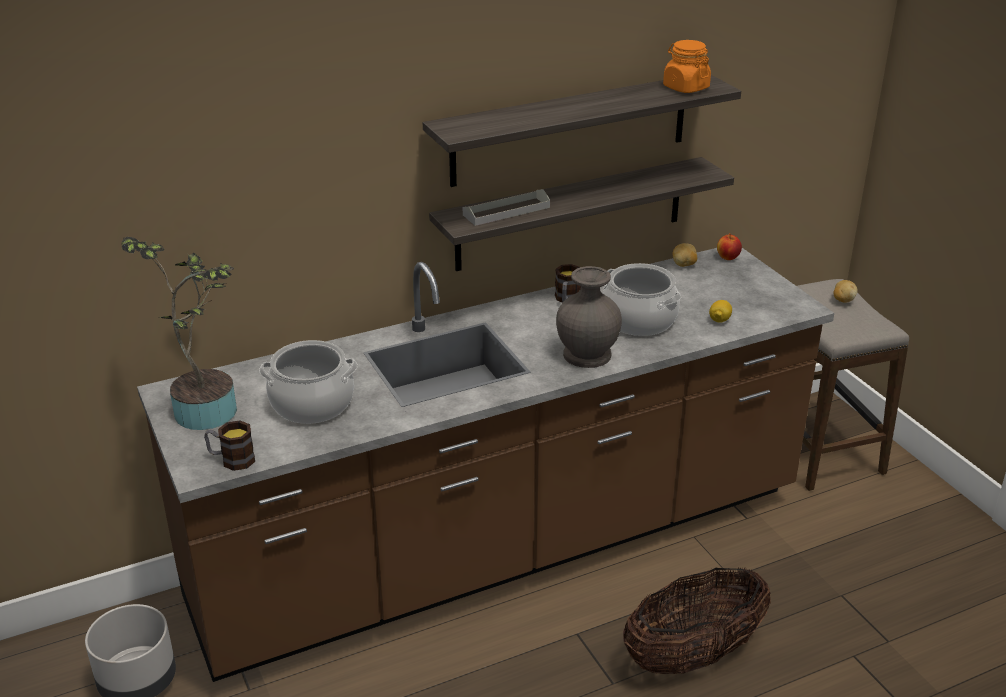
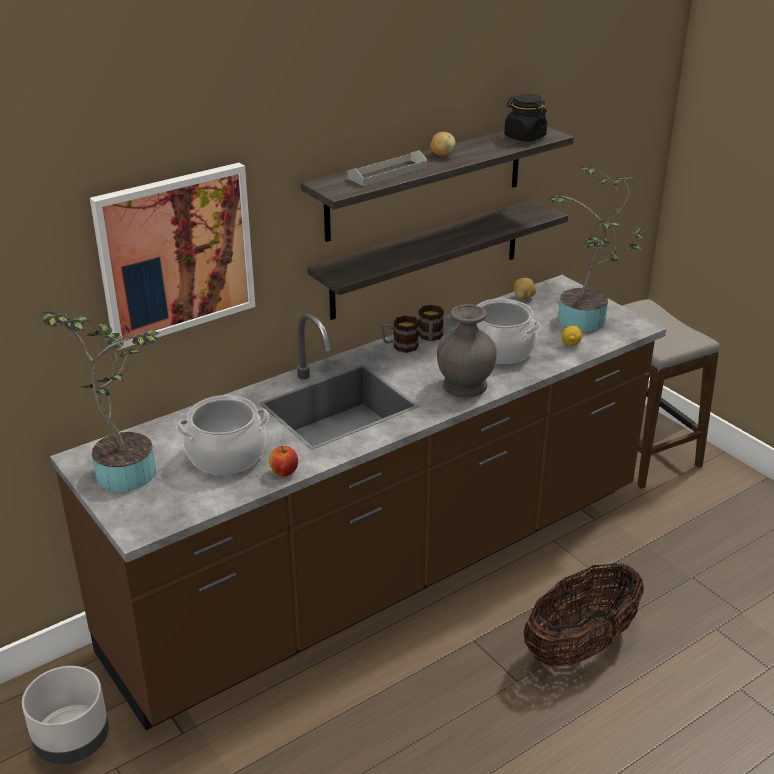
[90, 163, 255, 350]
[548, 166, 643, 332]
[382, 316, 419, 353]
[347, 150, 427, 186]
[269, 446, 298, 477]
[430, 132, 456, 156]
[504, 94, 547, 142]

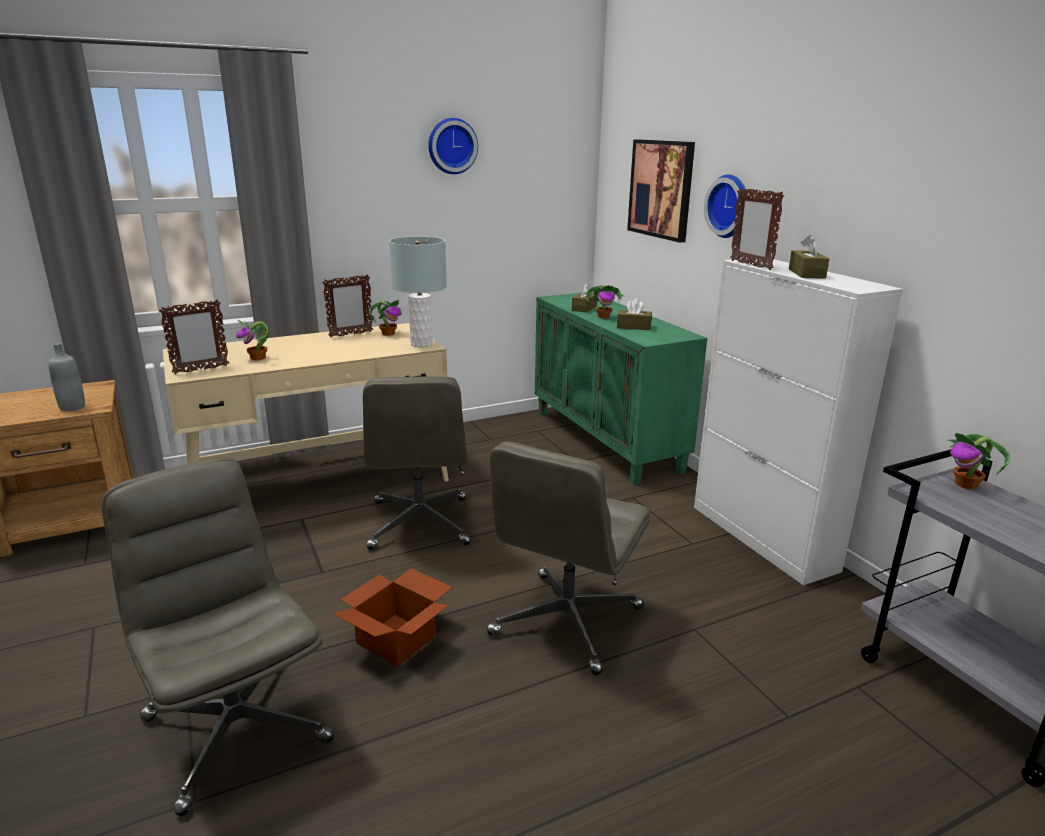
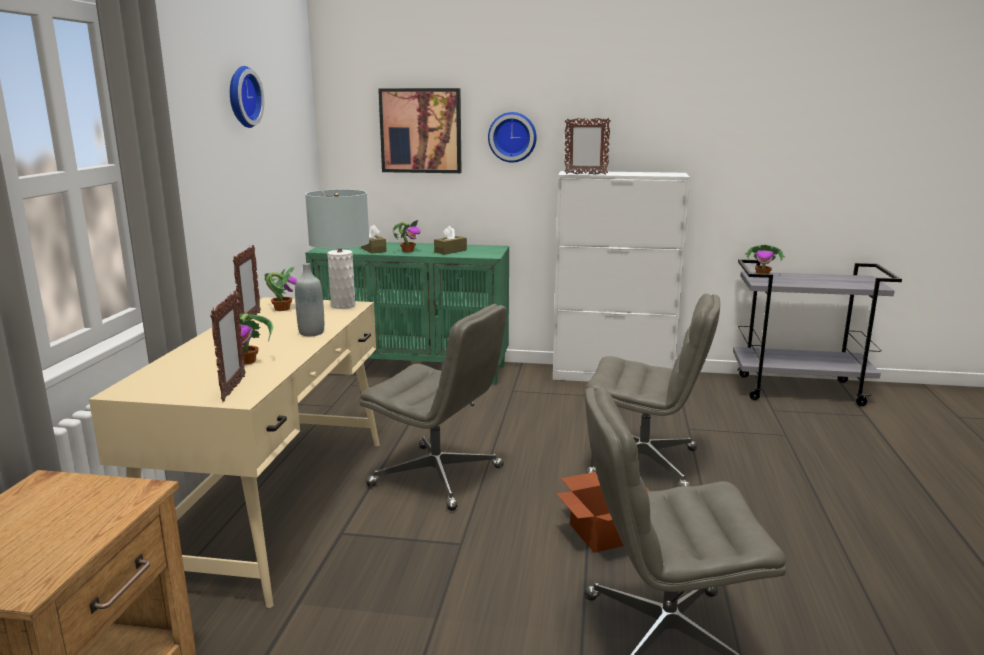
[789, 235, 829, 279] (first image)
[295, 263, 324, 336]
[586, 293, 720, 487]

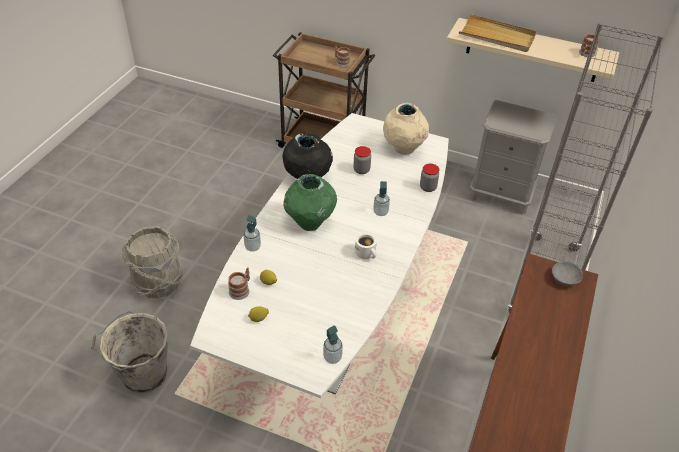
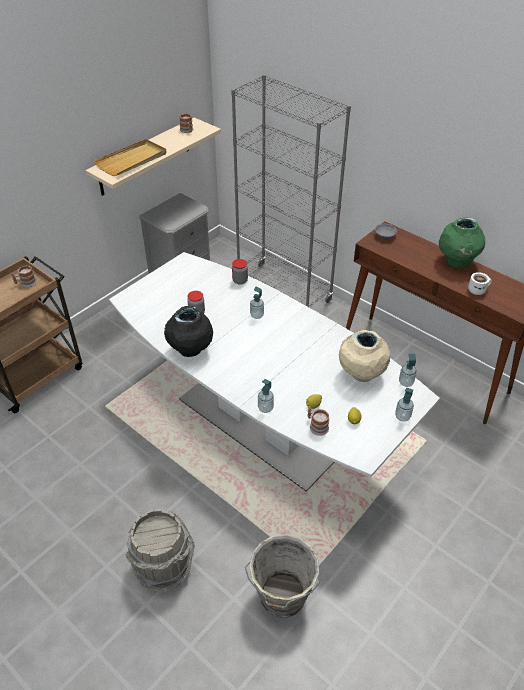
[395, 388, 414, 422]
[439, 217, 485, 268]
[468, 272, 492, 295]
[339, 330, 390, 382]

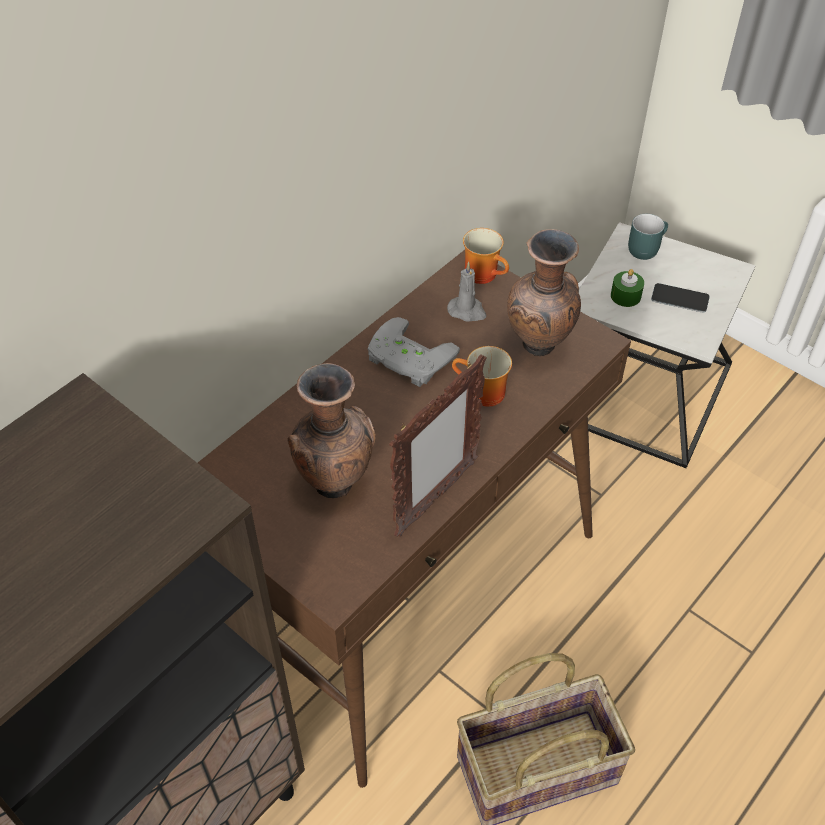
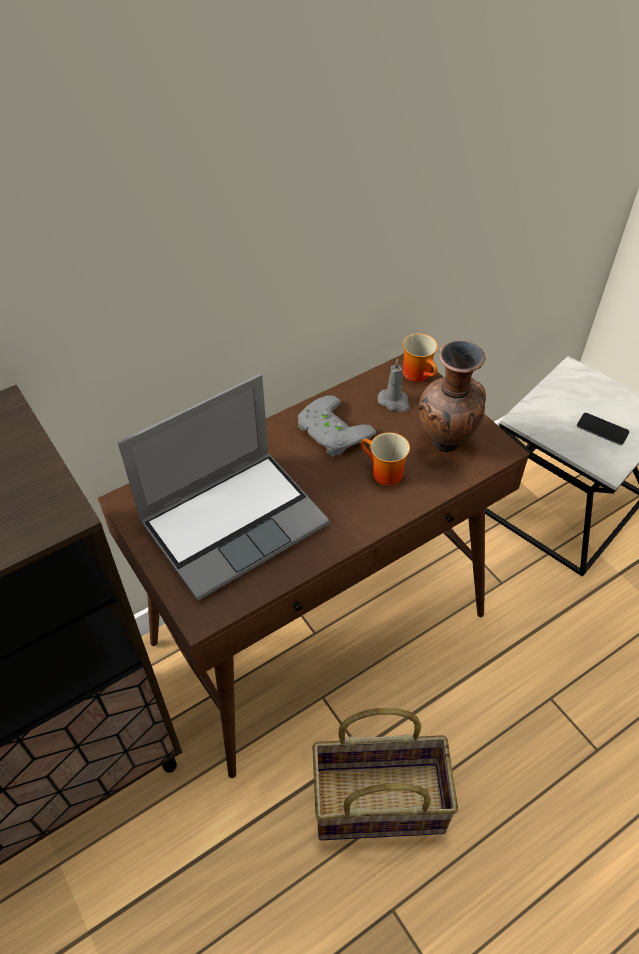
[389, 354, 487, 537] (first image)
[611, 269, 644, 307] (first image)
[628, 214, 668, 260] (first image)
[118, 374, 329, 601]

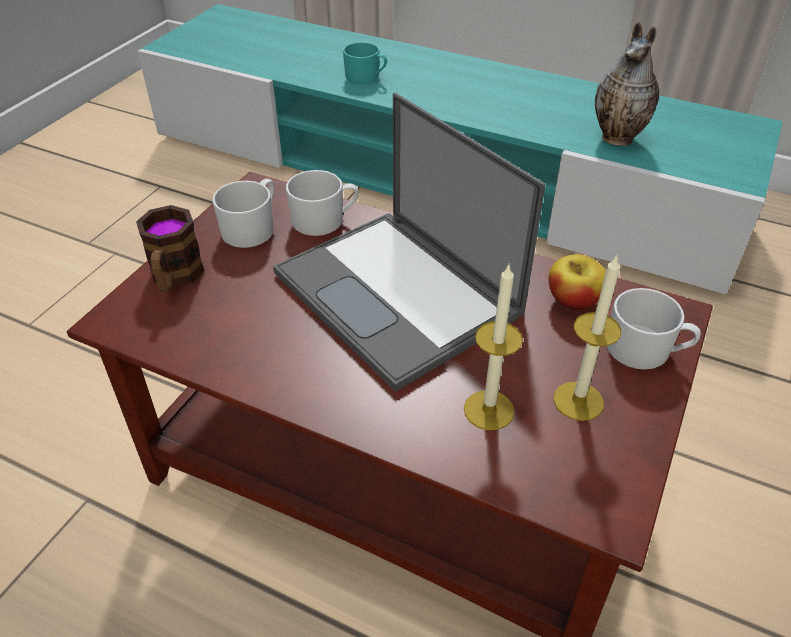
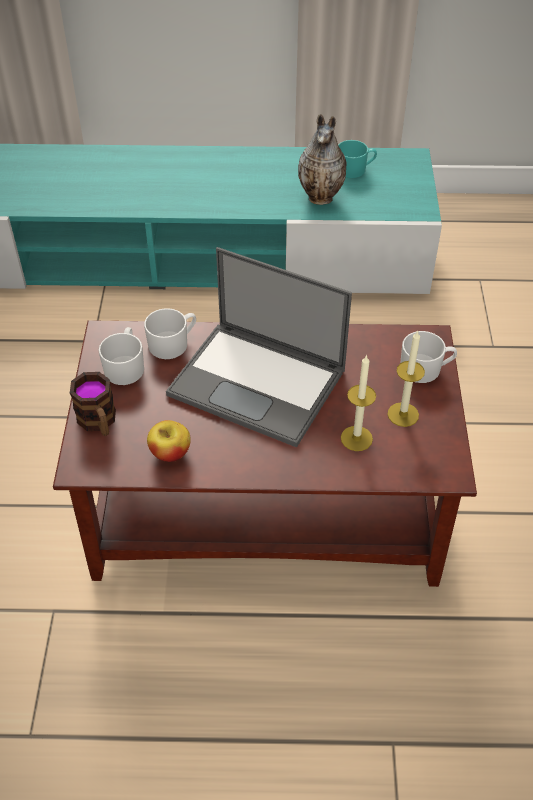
[338, 140, 377, 178]
[147, 420, 191, 462]

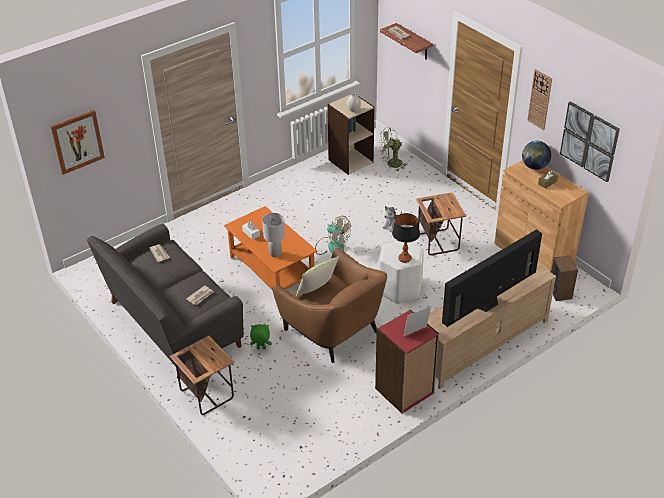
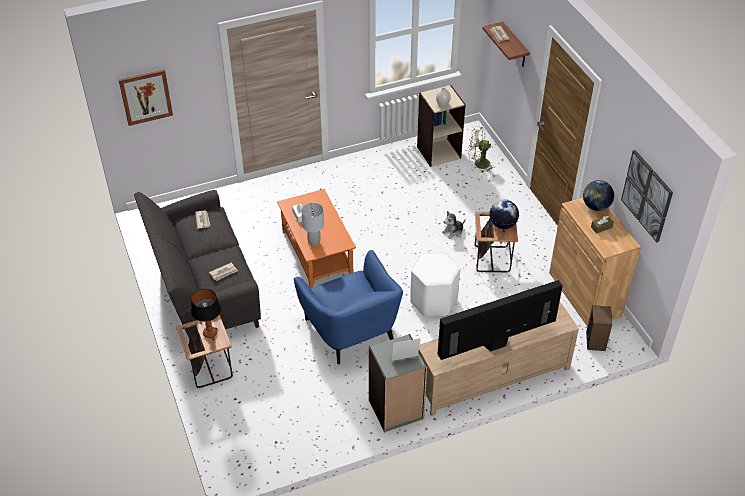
[250, 324, 272, 349] (first image)
[295, 256, 339, 297] (first image)
[315, 216, 351, 255] (first image)
[527, 69, 552, 130] (first image)
[490, 200, 519, 229]
[191, 289, 221, 338]
[294, 250, 403, 364]
[369, 334, 427, 433]

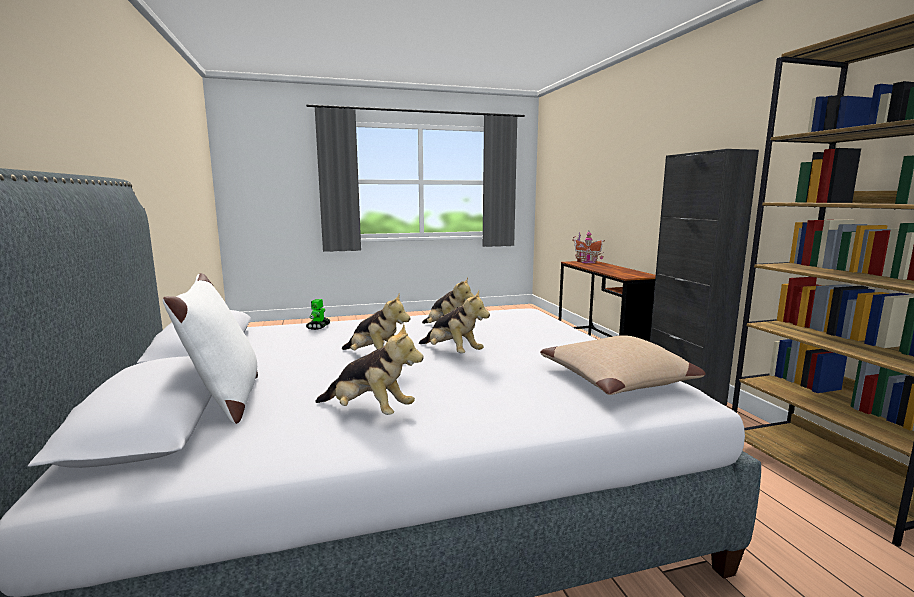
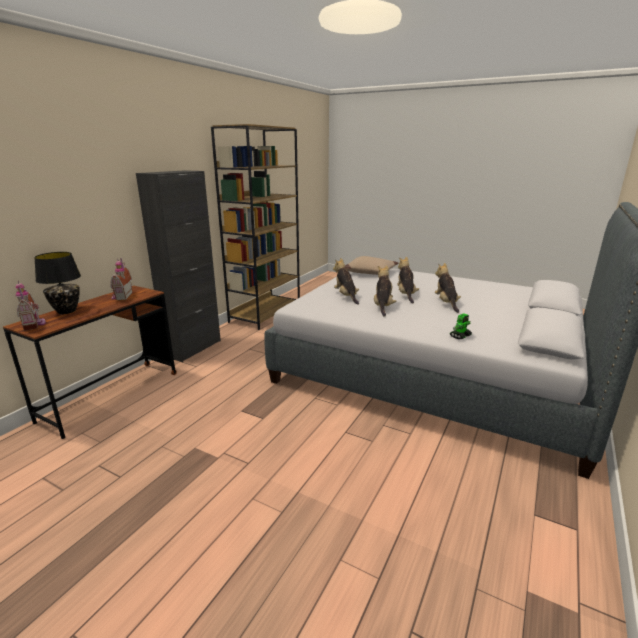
[163, 273, 258, 424] (first image)
[34, 252, 81, 314]
[110, 258, 132, 300]
[333, 258, 359, 305]

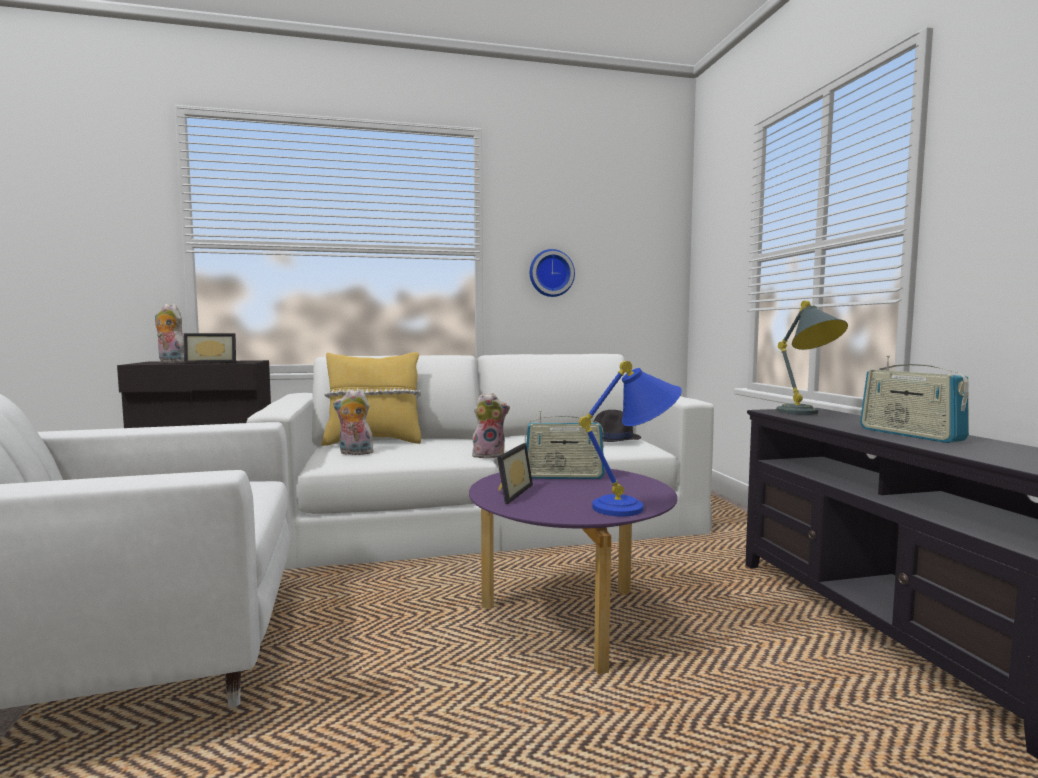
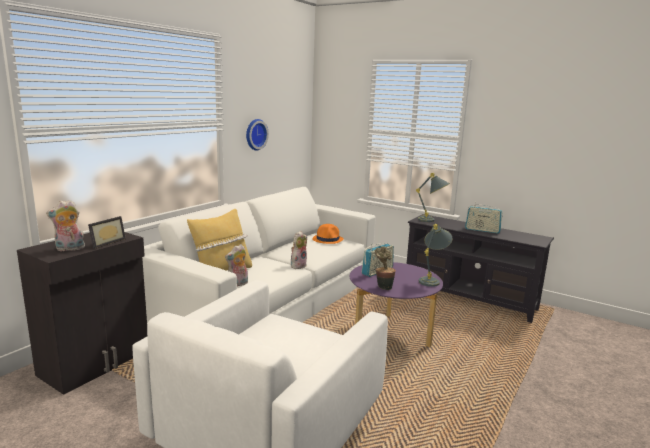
[375, 246, 396, 290]
[419, 224, 452, 287]
[312, 224, 344, 244]

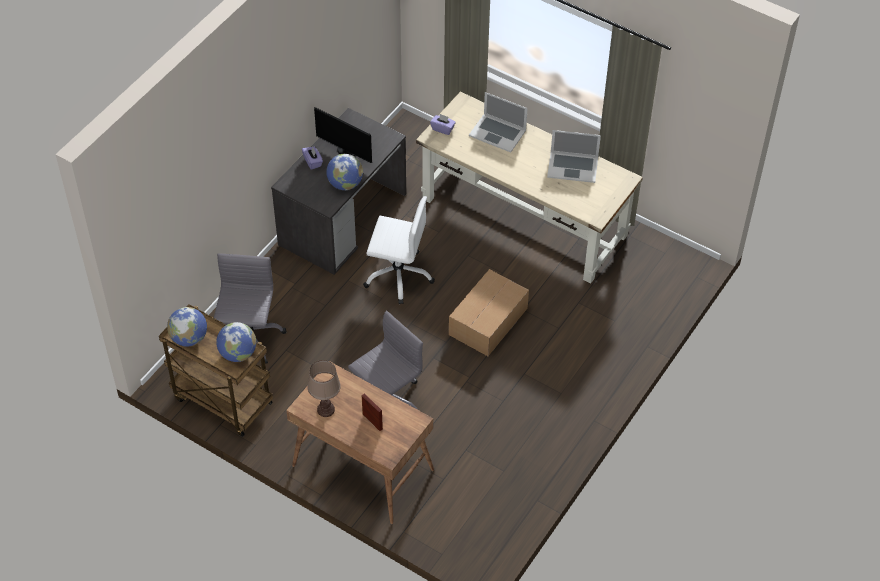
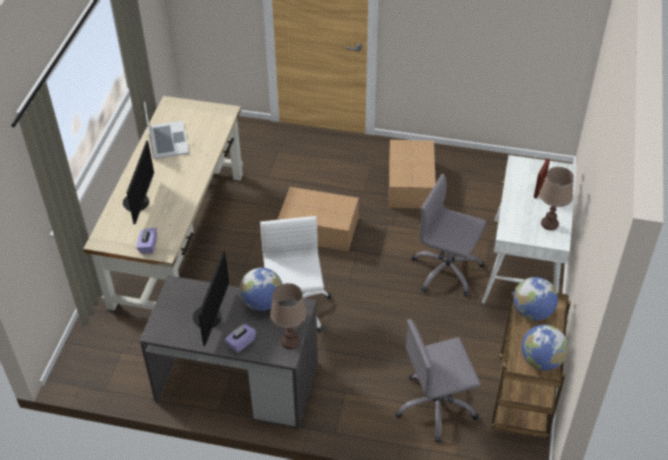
[270, 283, 307, 349]
[389, 140, 436, 208]
[123, 140, 154, 224]
[482, 155, 577, 303]

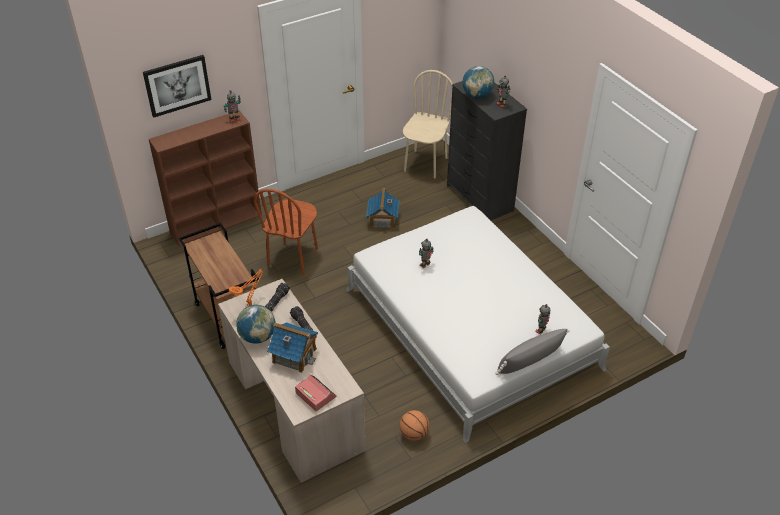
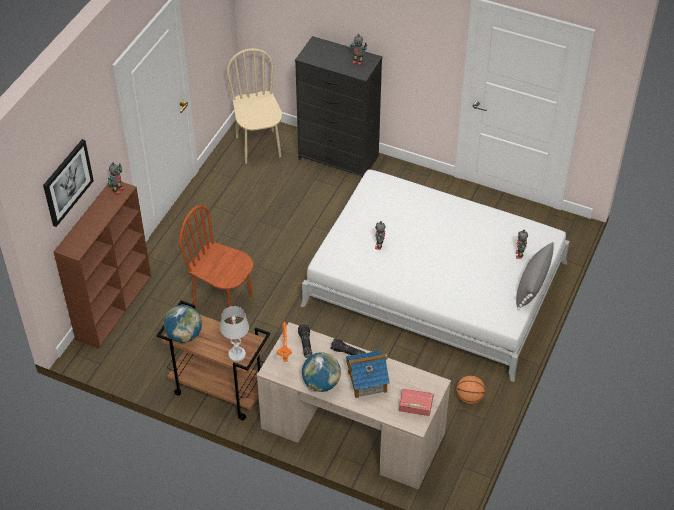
[366, 188, 399, 229] (first image)
[220, 306, 249, 362]
[164, 305, 202, 343]
[179, 205, 253, 324]

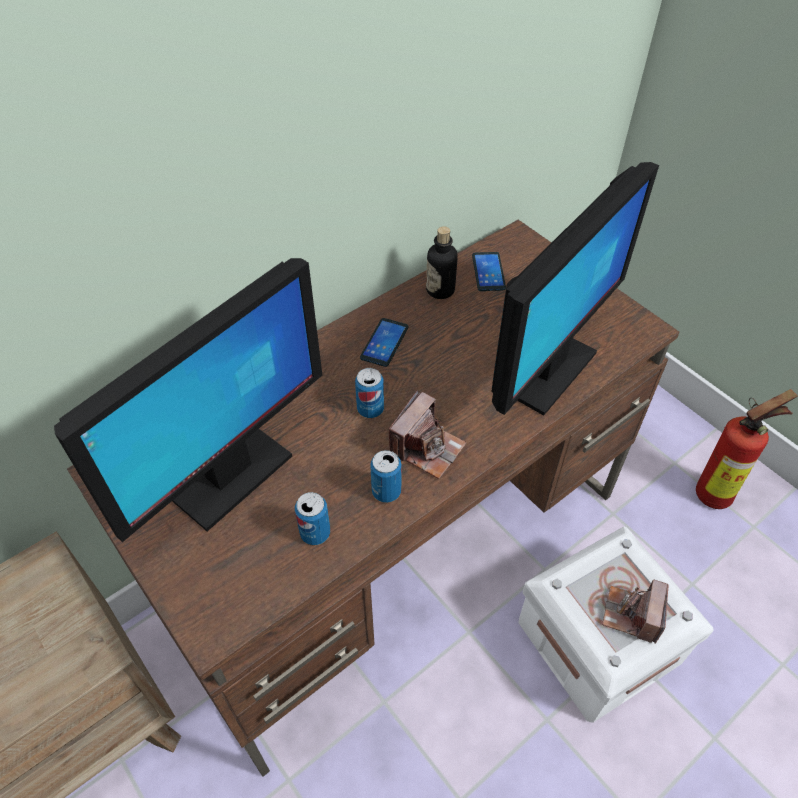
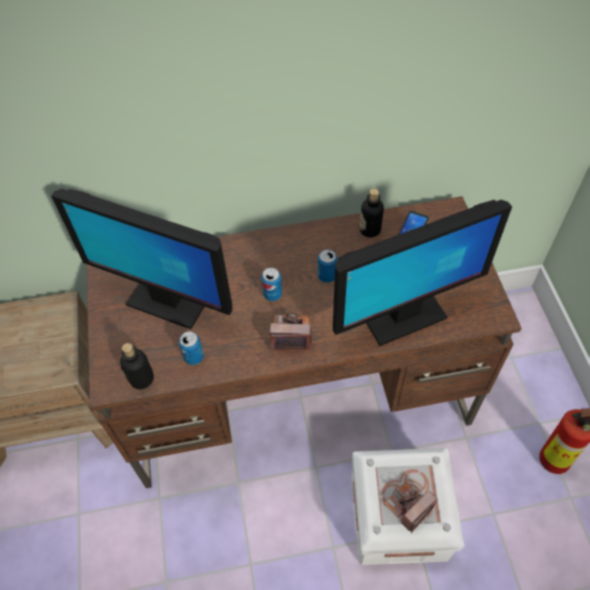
[360, 318, 408, 367] (first image)
[120, 343, 154, 389]
[318, 249, 337, 283]
[51, 189, 232, 329]
[270, 311, 312, 351]

